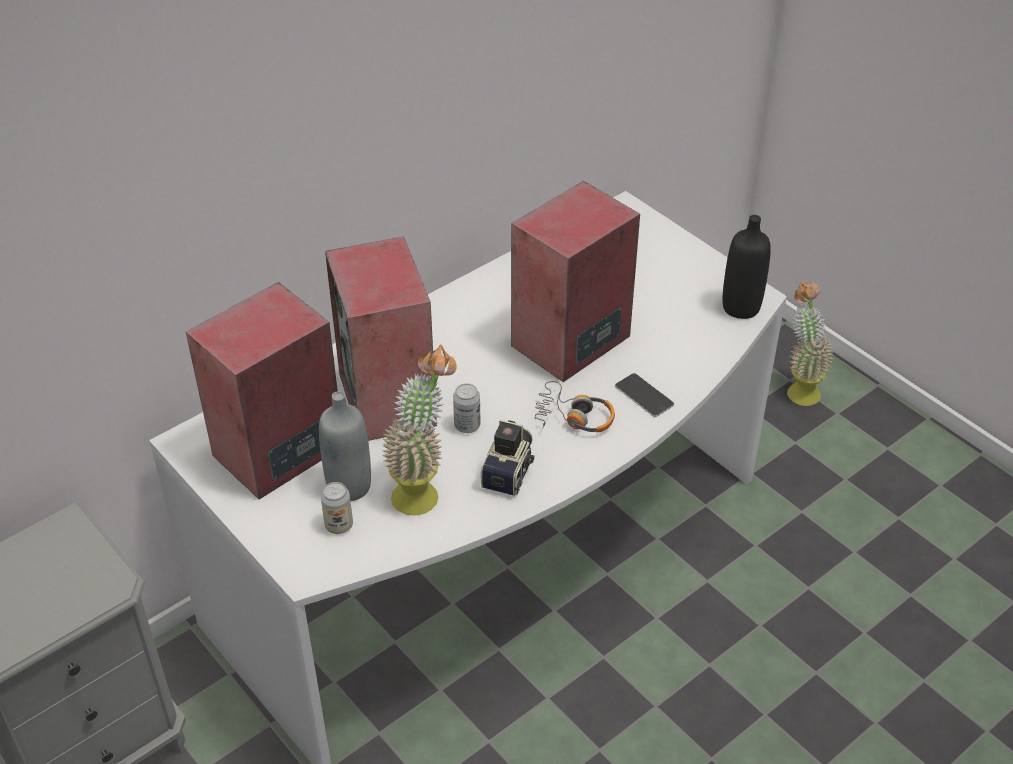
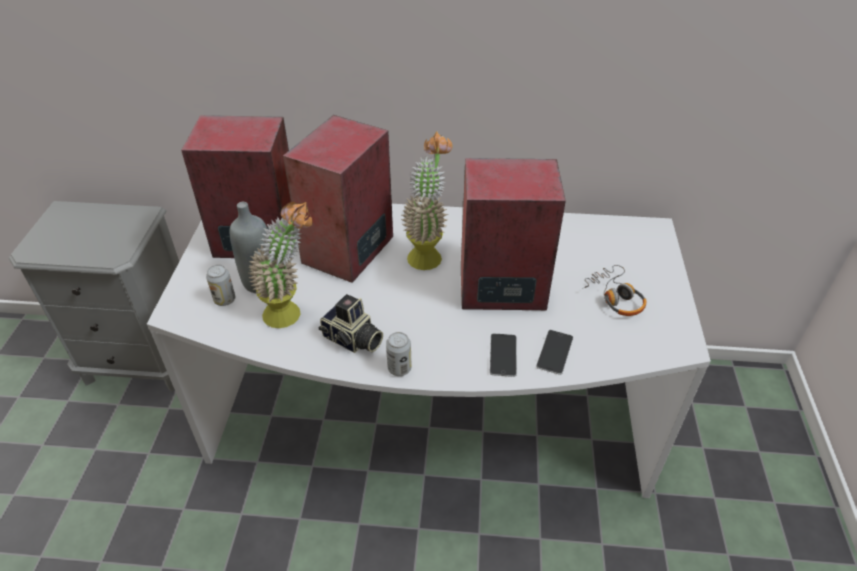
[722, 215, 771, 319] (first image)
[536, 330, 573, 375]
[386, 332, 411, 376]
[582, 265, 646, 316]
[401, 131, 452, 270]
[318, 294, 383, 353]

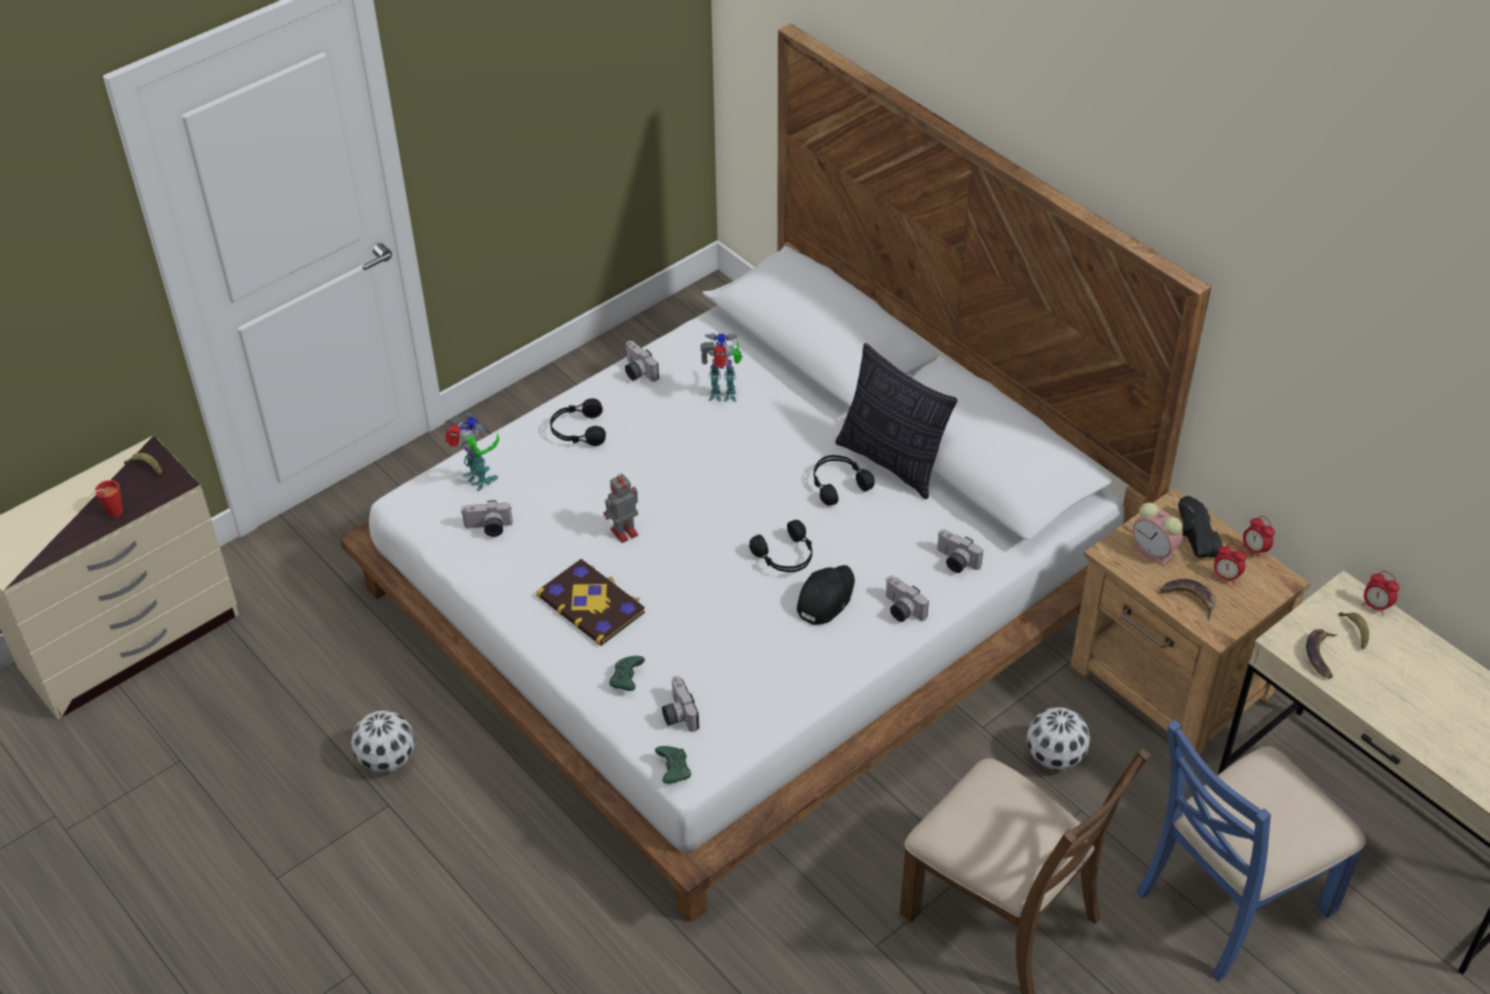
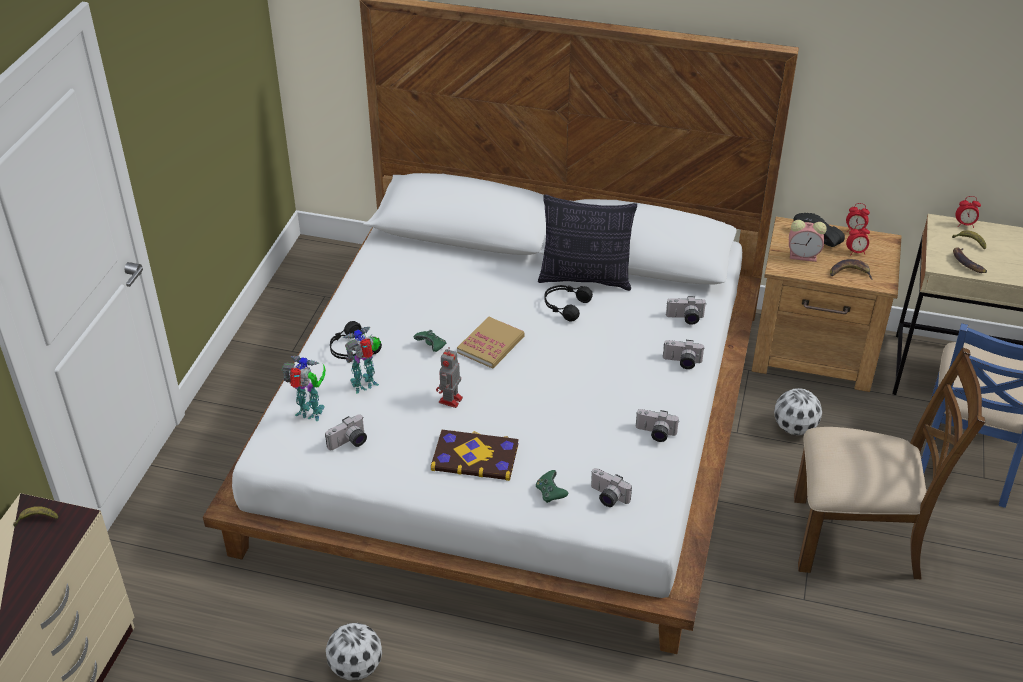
[90, 480, 123, 517] (first image)
[749, 520, 812, 572] (first image)
[797, 565, 855, 625] (first image)
[457, 316, 525, 369]
[636, 409, 679, 442]
[414, 330, 446, 352]
[342, 327, 381, 394]

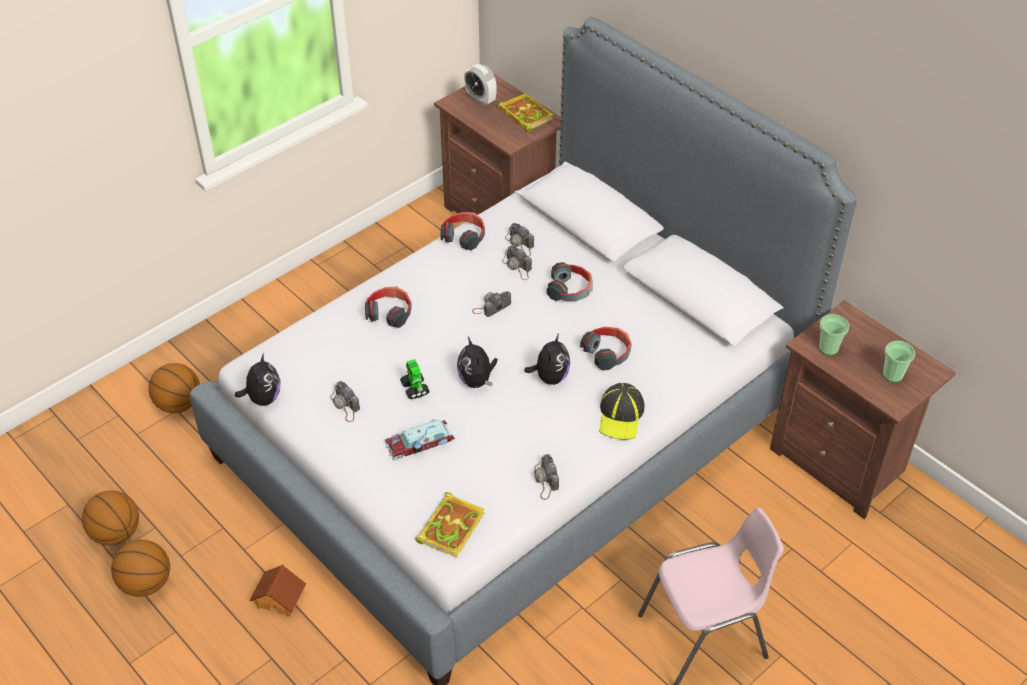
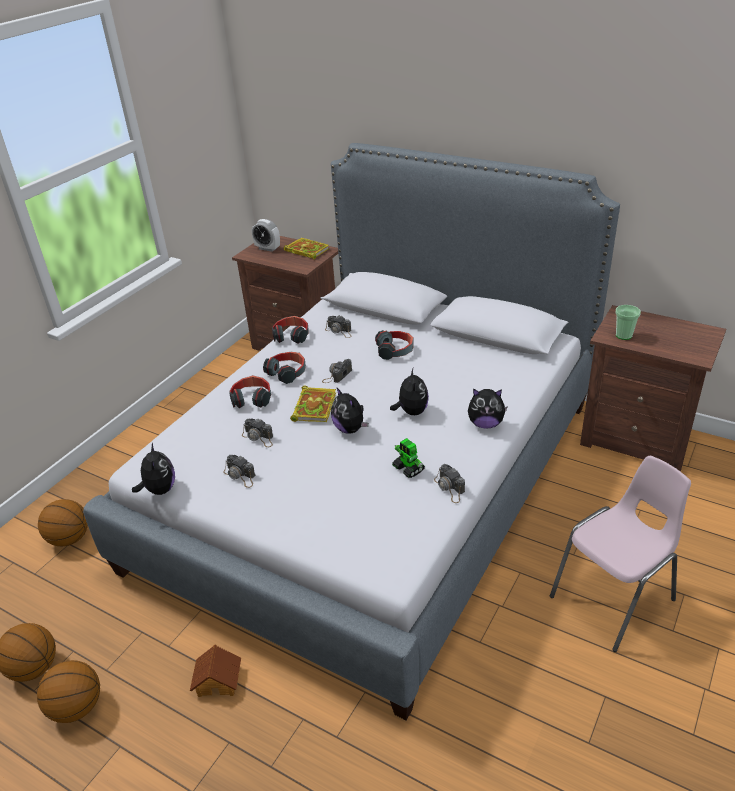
[385, 419, 455, 460] (first image)
[883, 341, 915, 383] (first image)
[392, 438, 425, 478]
[290, 386, 336, 422]
[242, 418, 273, 447]
[263, 352, 306, 384]
[468, 389, 508, 429]

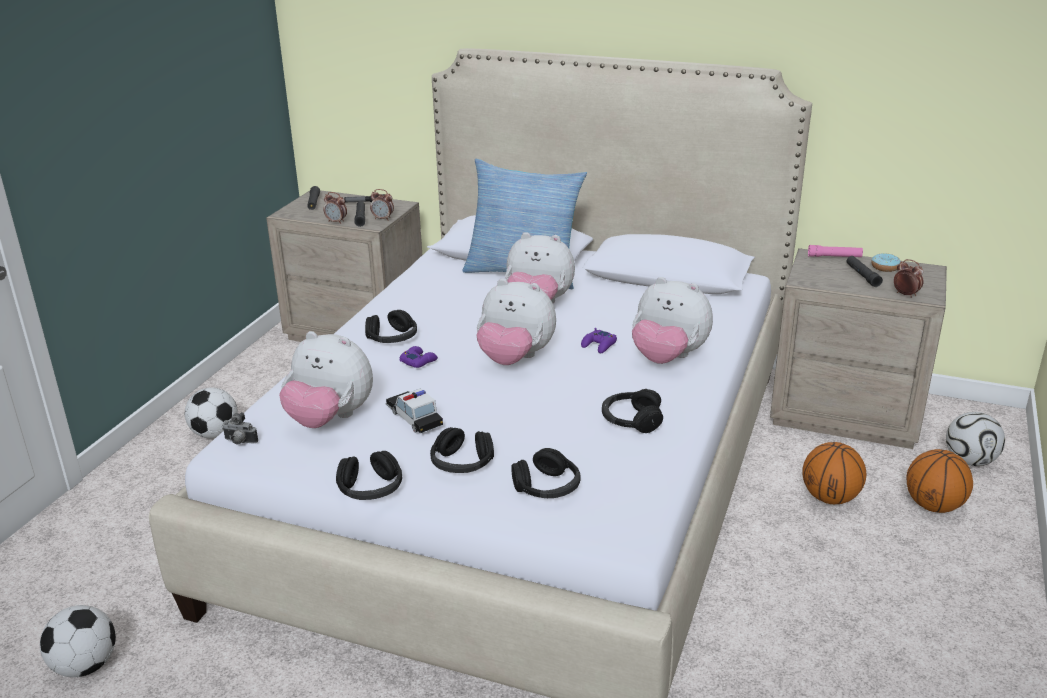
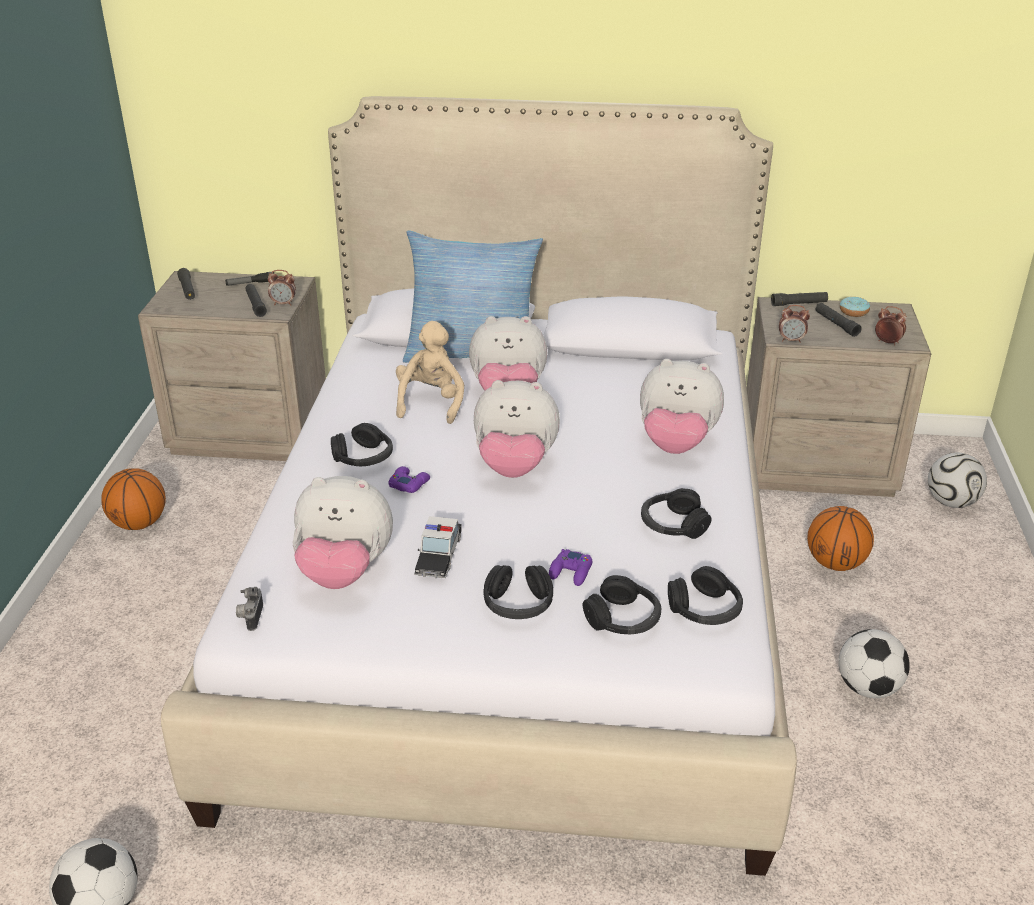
[396, 321, 464, 424]
[838, 629, 910, 698]
[779, 305, 810, 343]
[668, 566, 743, 625]
[549, 549, 592, 586]
[101, 468, 166, 530]
[771, 292, 828, 306]
[236, 587, 263, 631]
[414, 516, 462, 578]

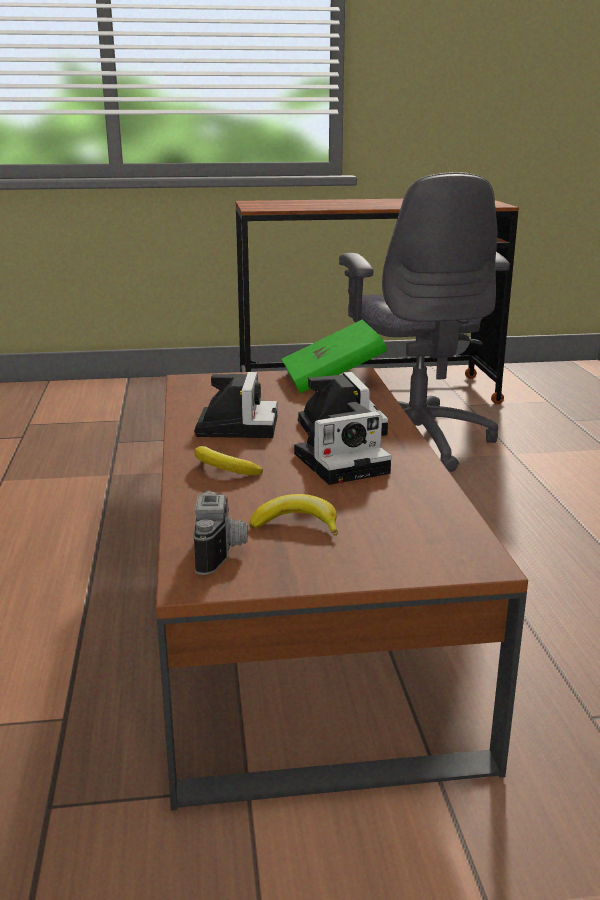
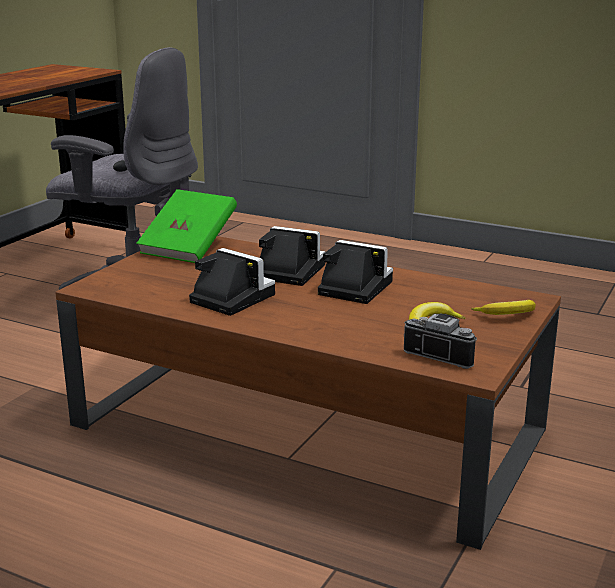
[471, 300, 536, 315]
[318, 240, 393, 304]

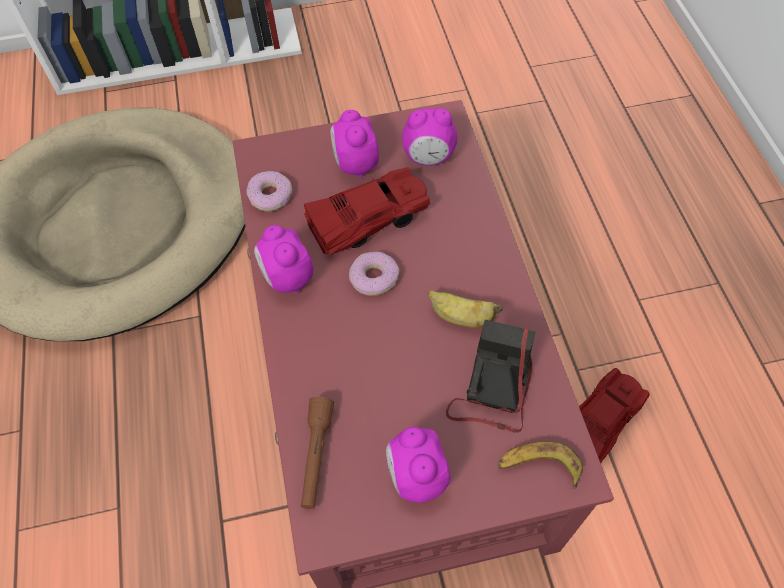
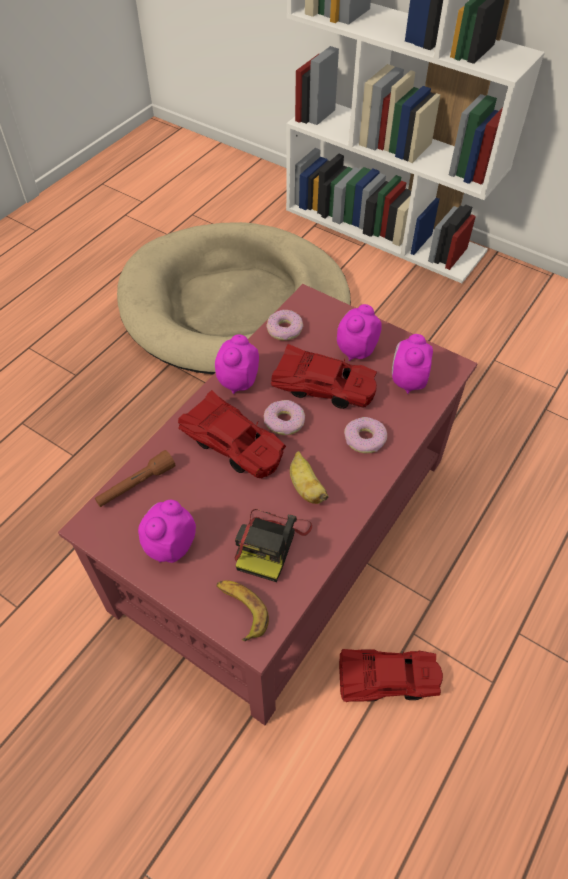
[178, 390, 286, 478]
[344, 417, 387, 453]
[392, 334, 433, 394]
[235, 509, 312, 582]

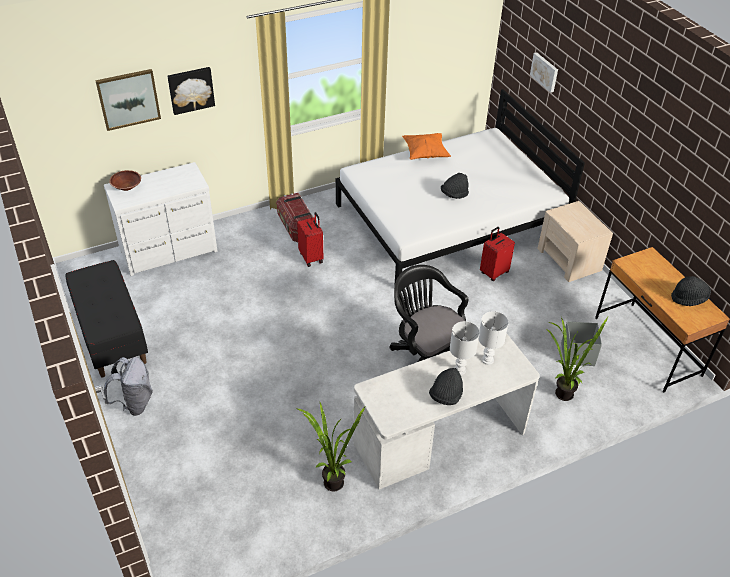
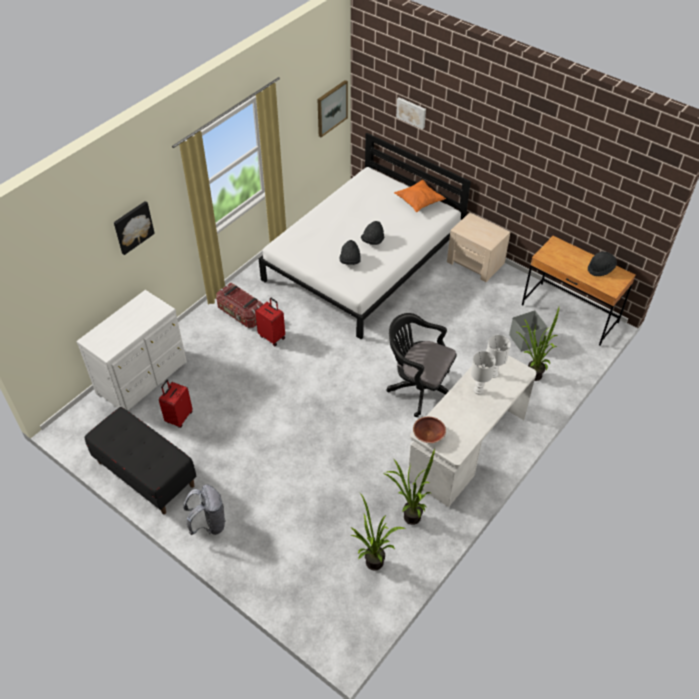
[351, 492, 405, 571]
[317, 80, 348, 137]
[413, 417, 446, 443]
[394, 180, 446, 212]
[340, 240, 361, 265]
[159, 380, 193, 428]

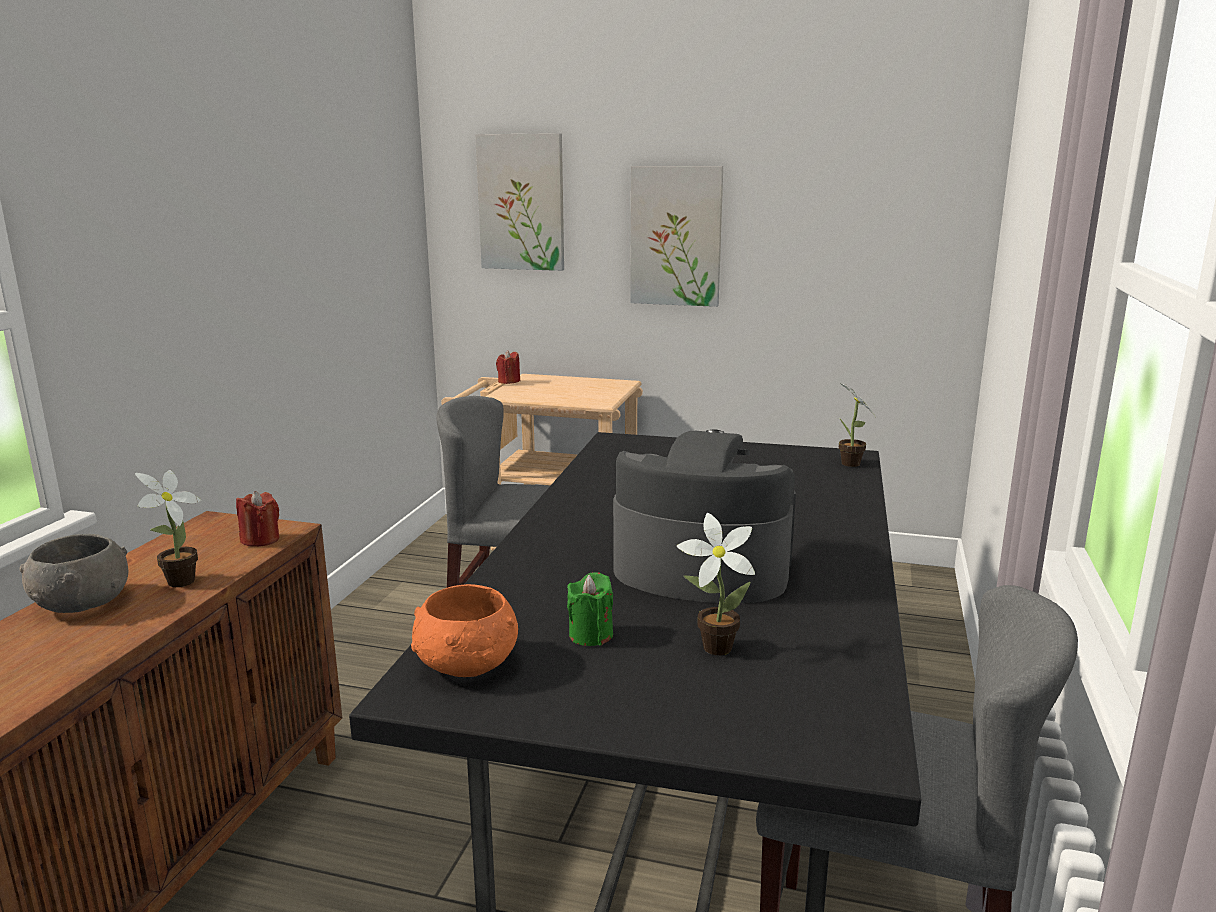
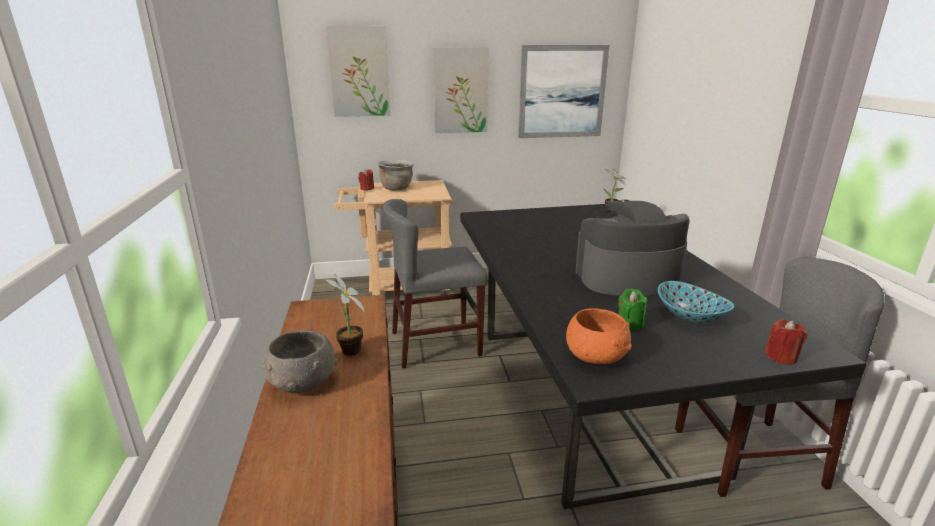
[378, 160, 414, 191]
[518, 45, 609, 138]
[765, 319, 807, 365]
[658, 281, 734, 323]

